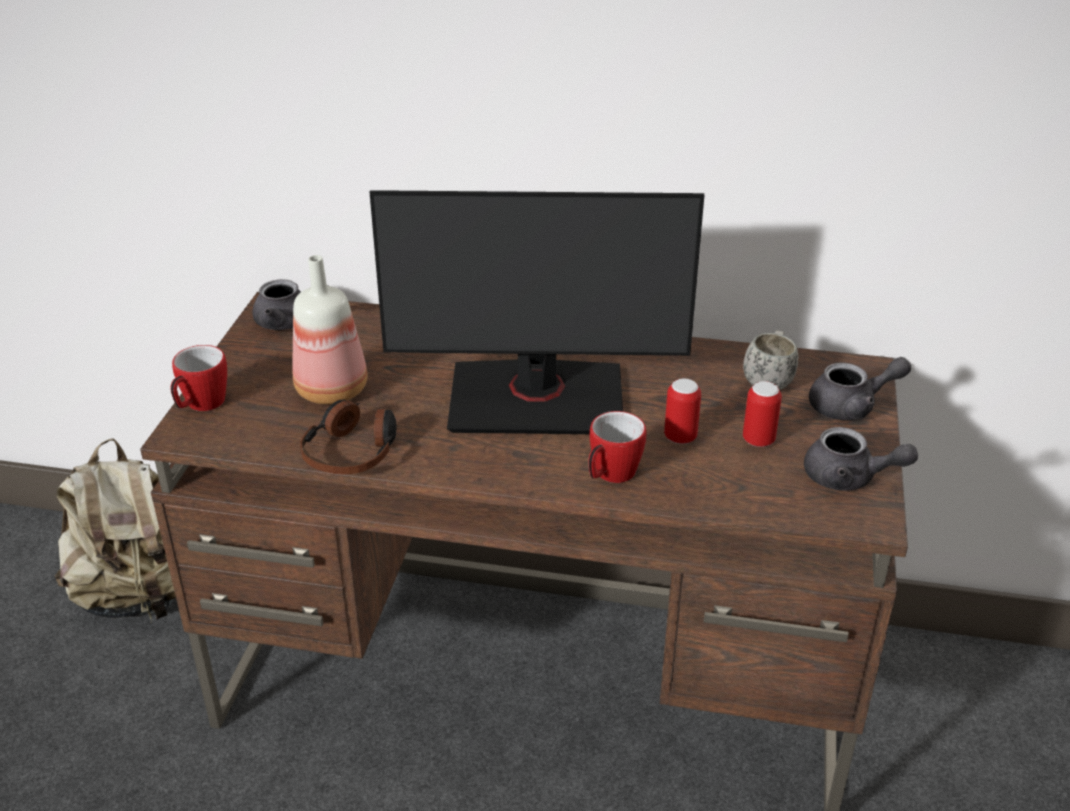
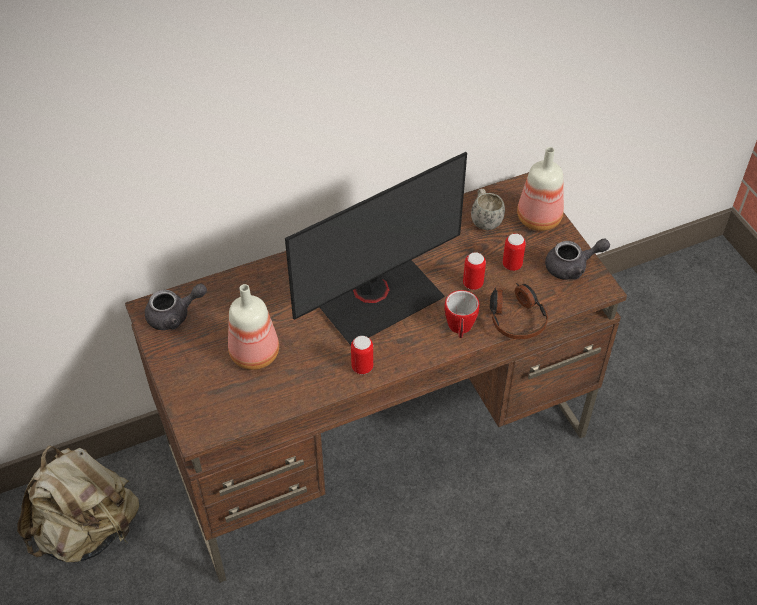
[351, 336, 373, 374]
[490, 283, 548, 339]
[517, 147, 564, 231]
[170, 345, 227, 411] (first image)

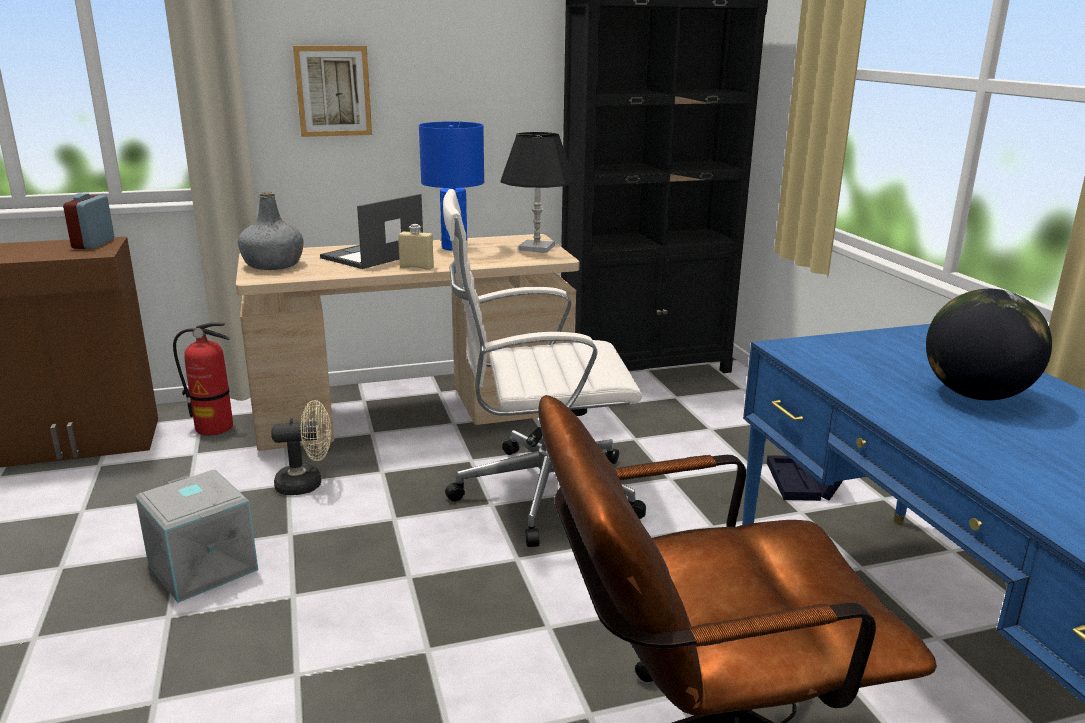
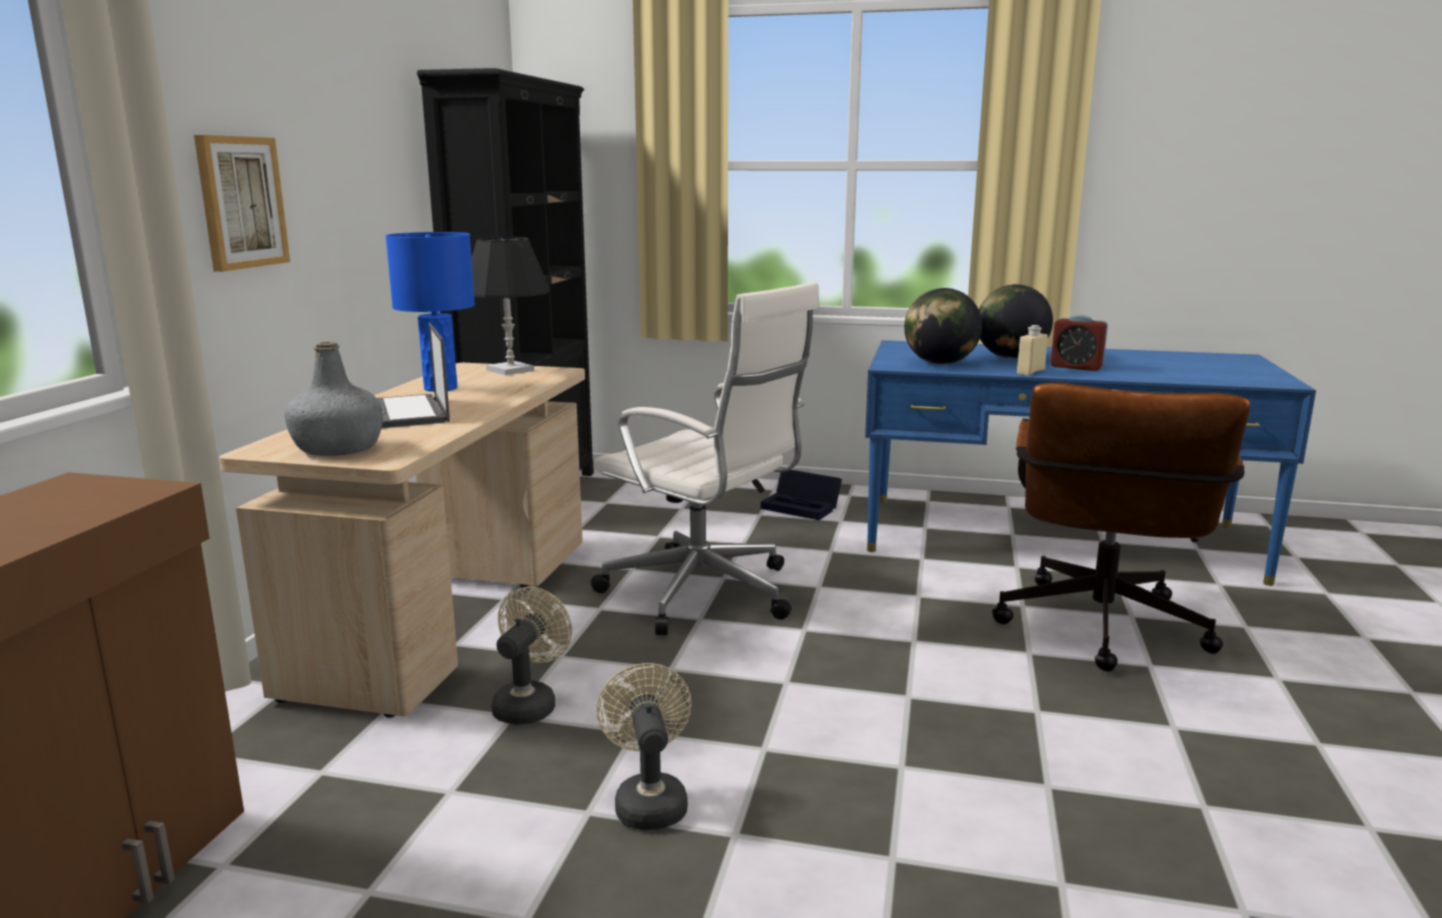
[591, 282, 820, 635]
[597, 663, 692, 830]
[904, 288, 982, 364]
[1017, 325, 1048, 375]
[1051, 315, 1108, 371]
[173, 323, 233, 435] (first image)

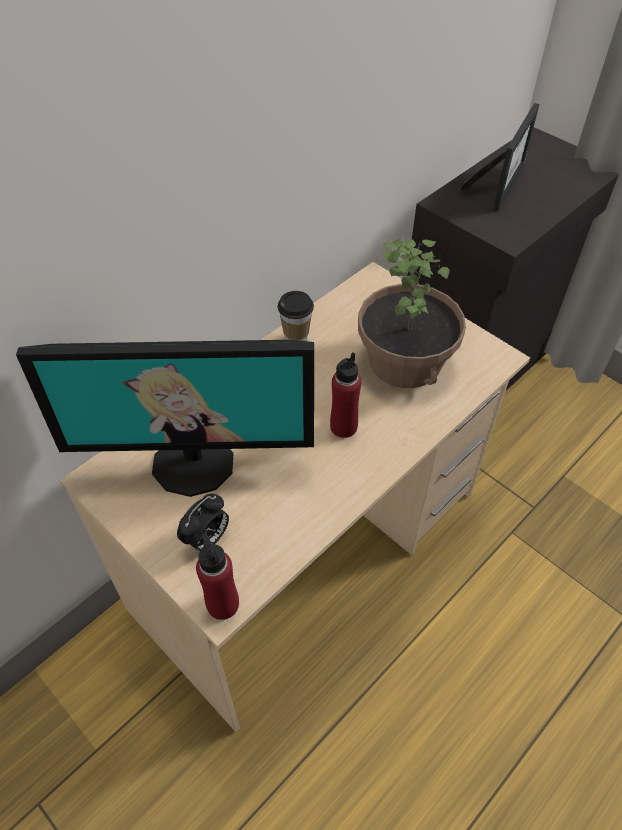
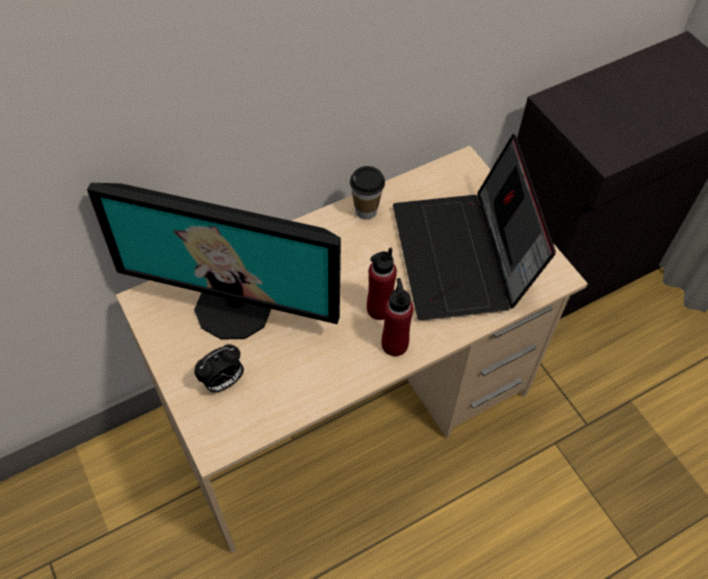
[382, 278, 414, 356]
[393, 134, 556, 320]
[459, 103, 540, 211] (first image)

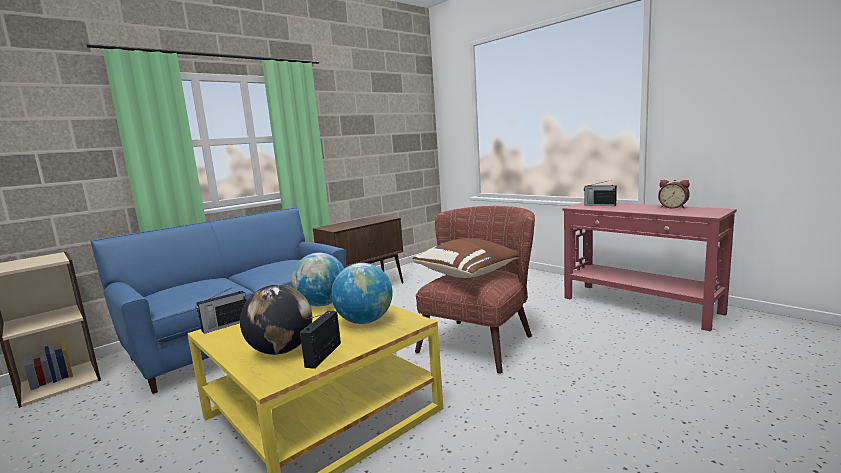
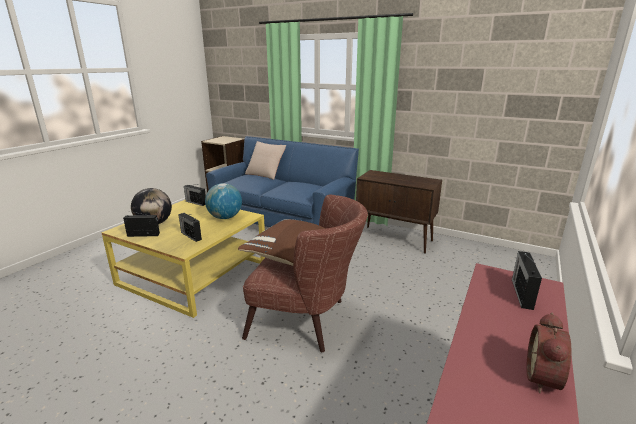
[178, 213, 202, 242]
[245, 141, 286, 180]

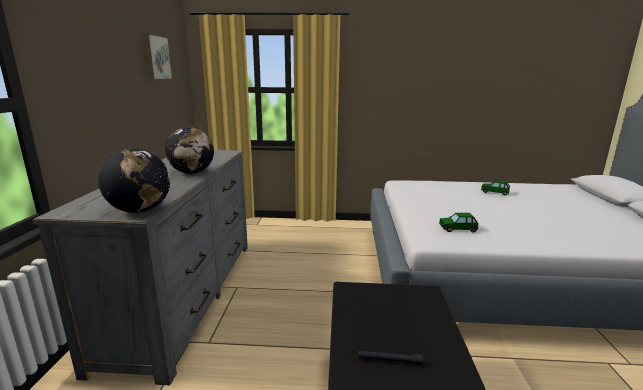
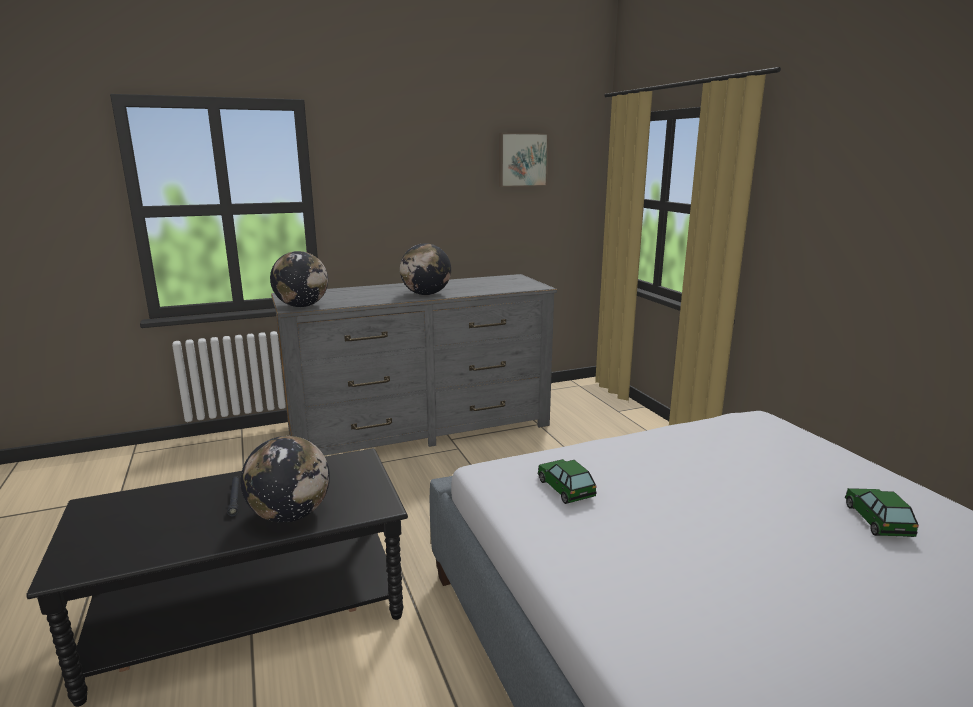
[240, 436, 330, 522]

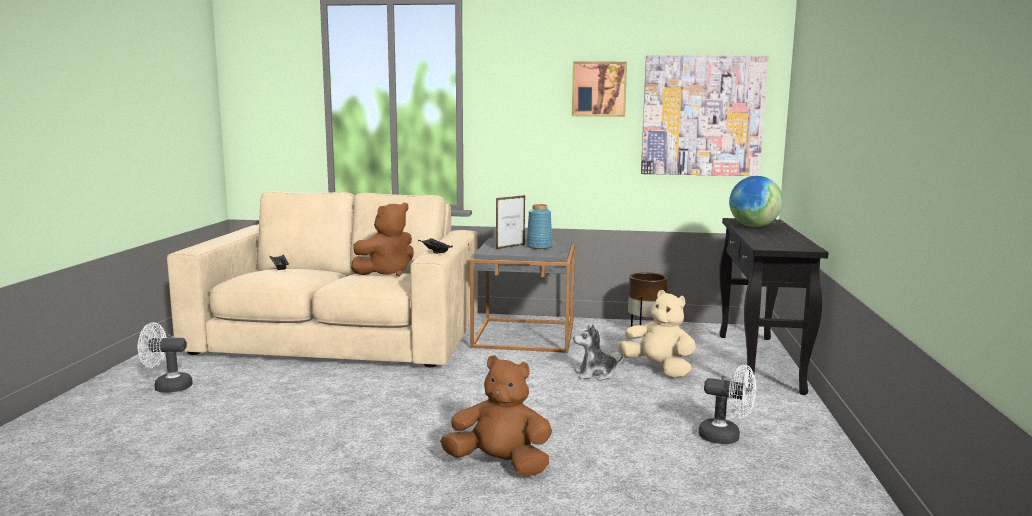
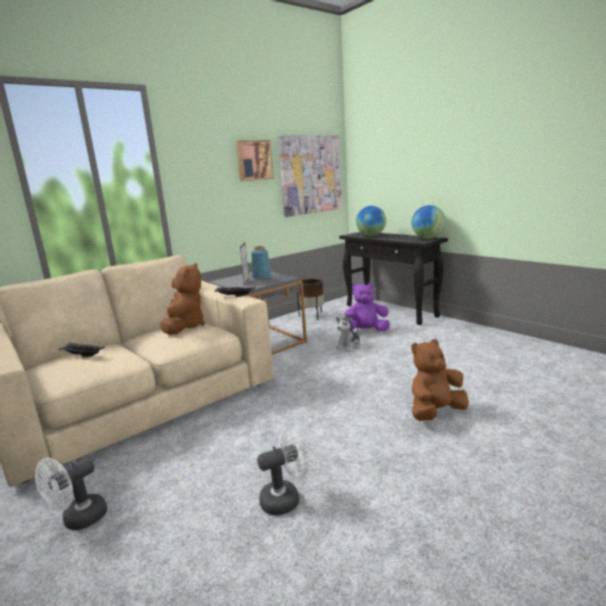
[257, 426, 309, 516]
[345, 283, 390, 331]
[412, 205, 446, 239]

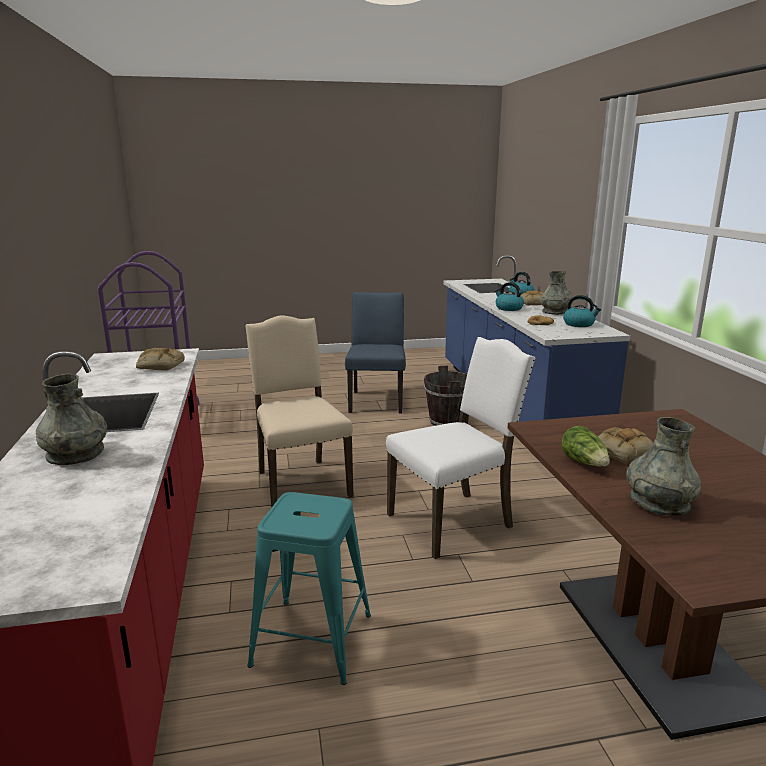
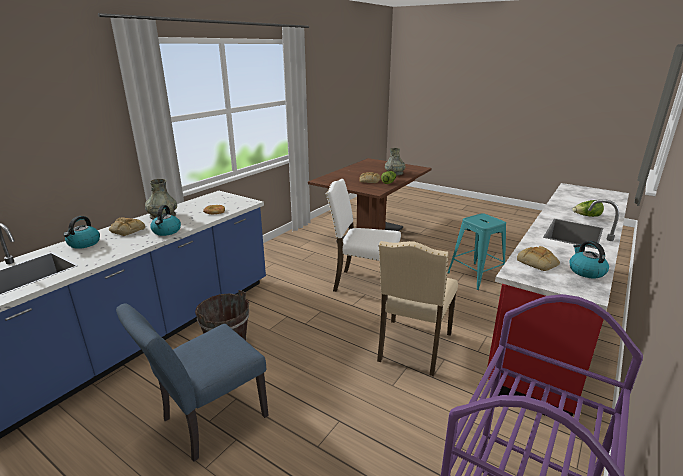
[569, 241, 609, 279]
[572, 200, 604, 217]

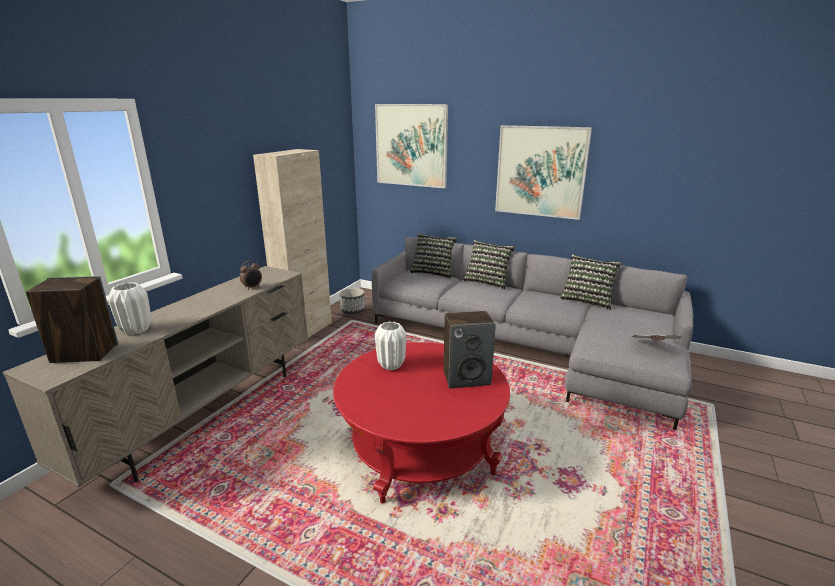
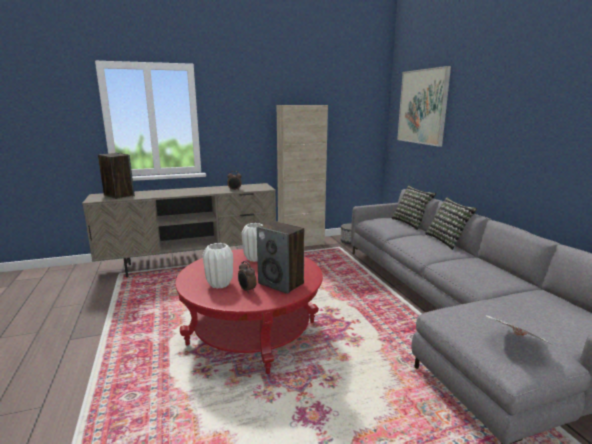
[203, 243, 233, 289]
[238, 261, 257, 294]
[495, 125, 592, 220] (first image)
[560, 254, 622, 310] (first image)

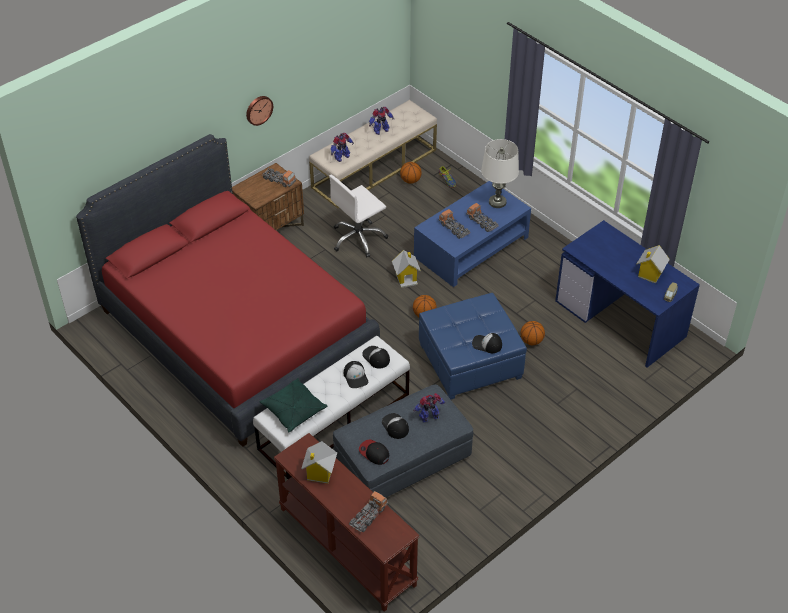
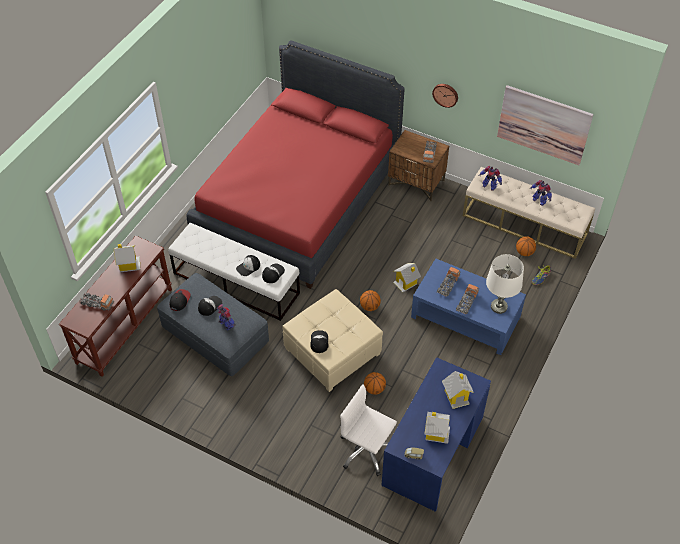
[282, 289, 383, 392]
[340, 384, 397, 476]
[442, 371, 474, 409]
[497, 85, 594, 165]
[259, 378, 327, 432] (first image)

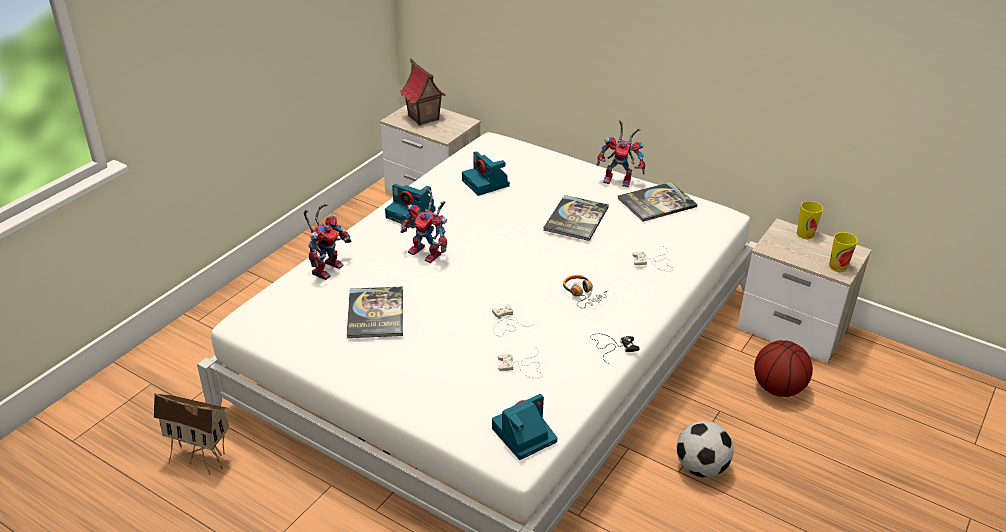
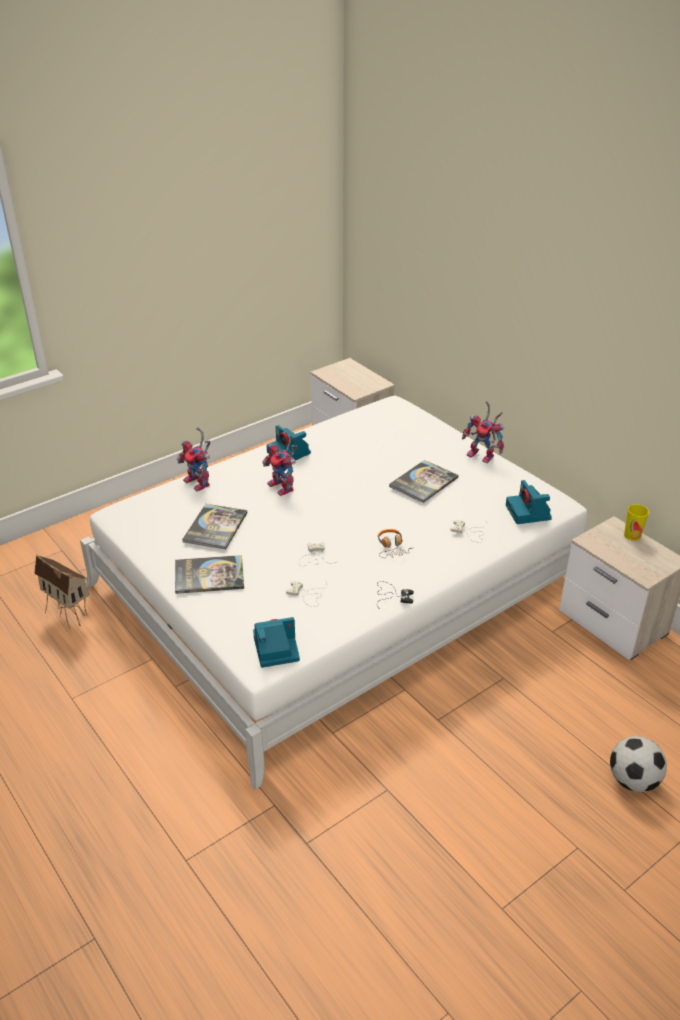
[175, 555, 244, 594]
[177, 427, 211, 492]
[506, 480, 552, 524]
[610, 736, 667, 792]
[400, 59, 445, 126] (first image)
[754, 340, 813, 397] (first image)
[829, 232, 858, 272] (first image)

